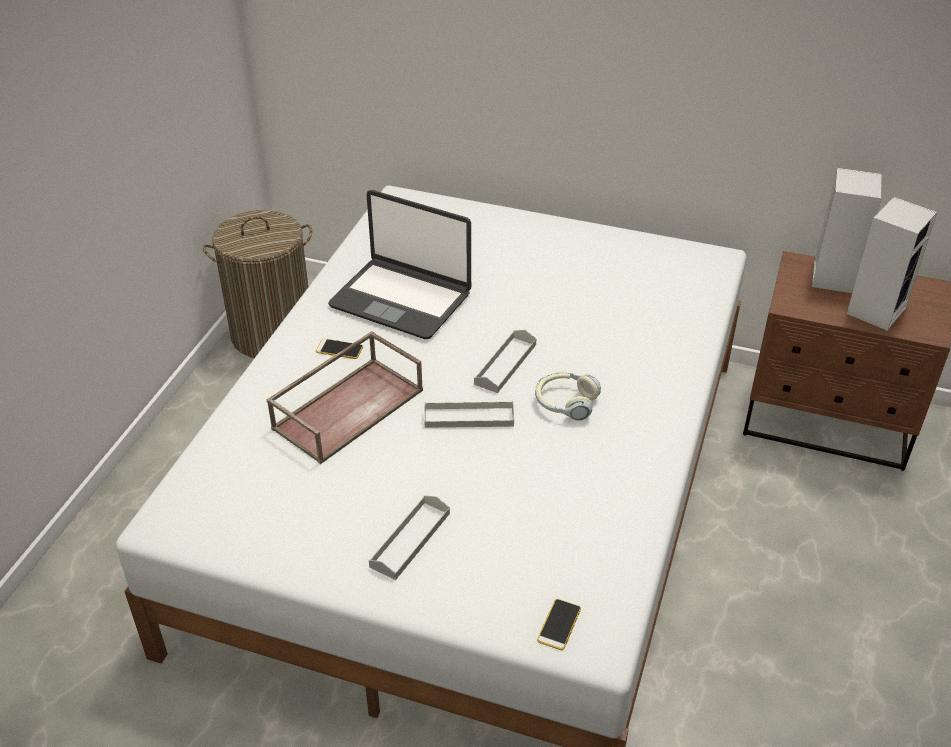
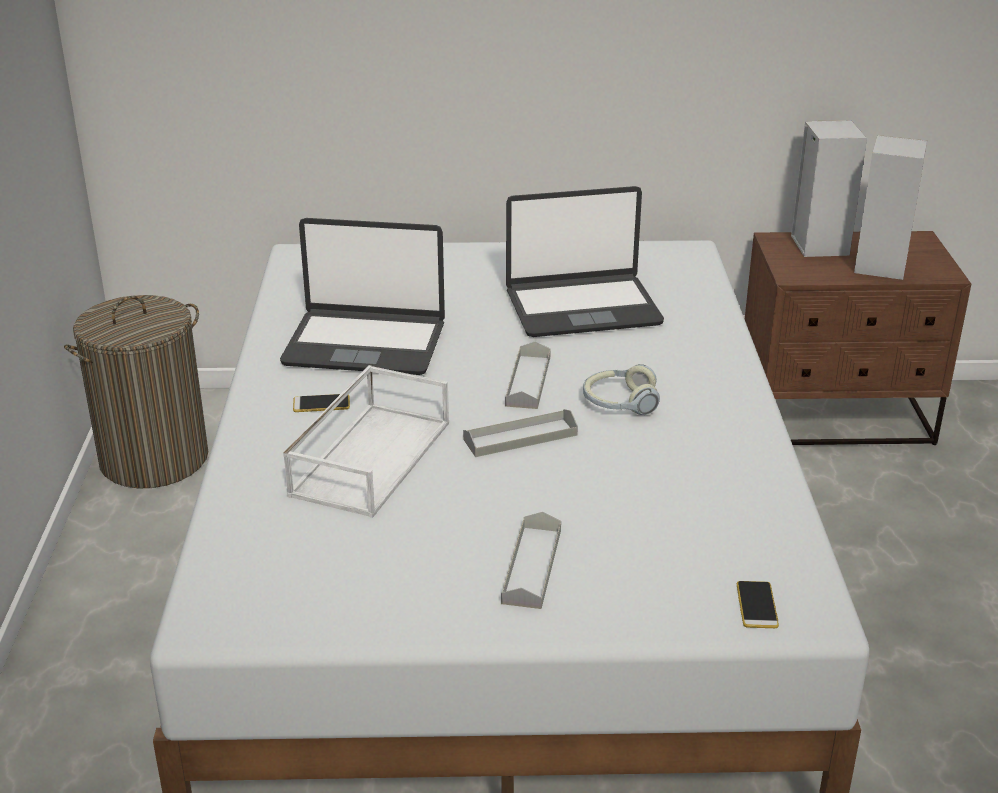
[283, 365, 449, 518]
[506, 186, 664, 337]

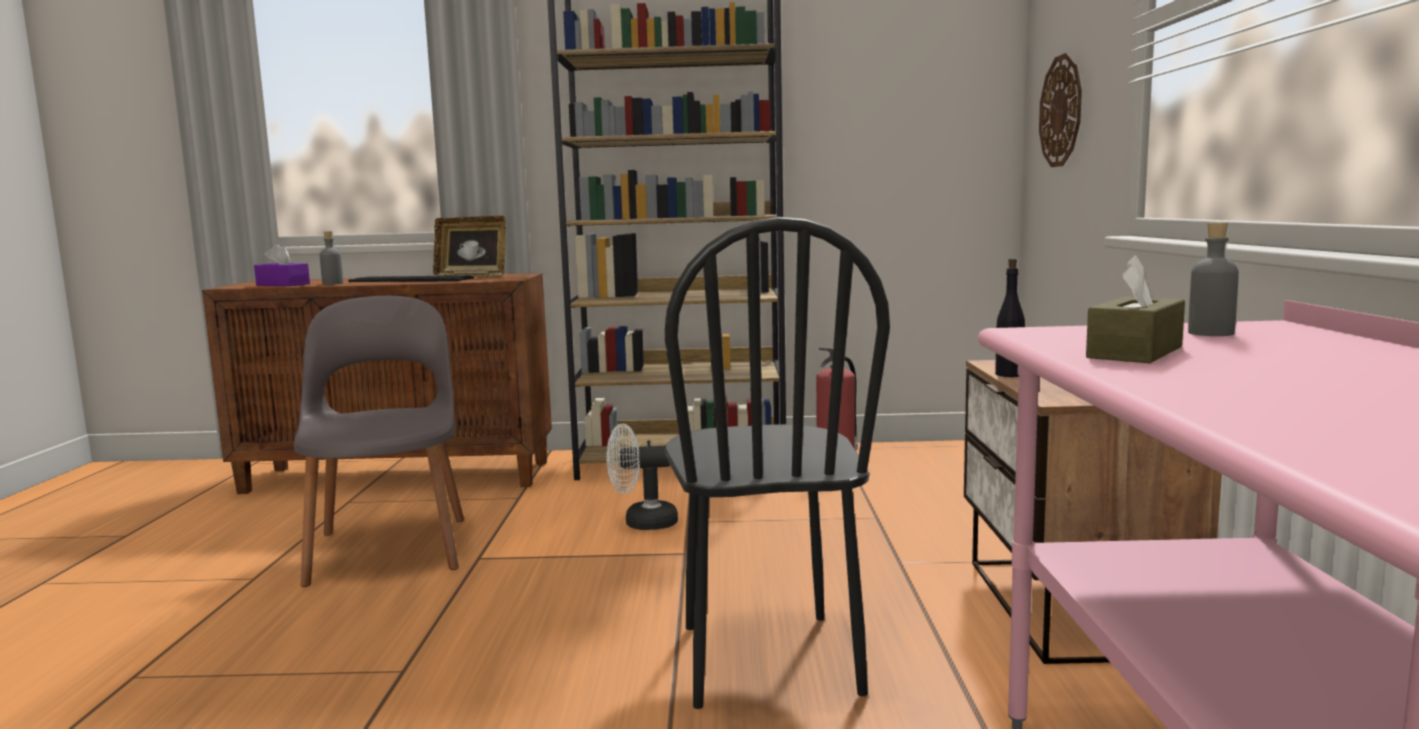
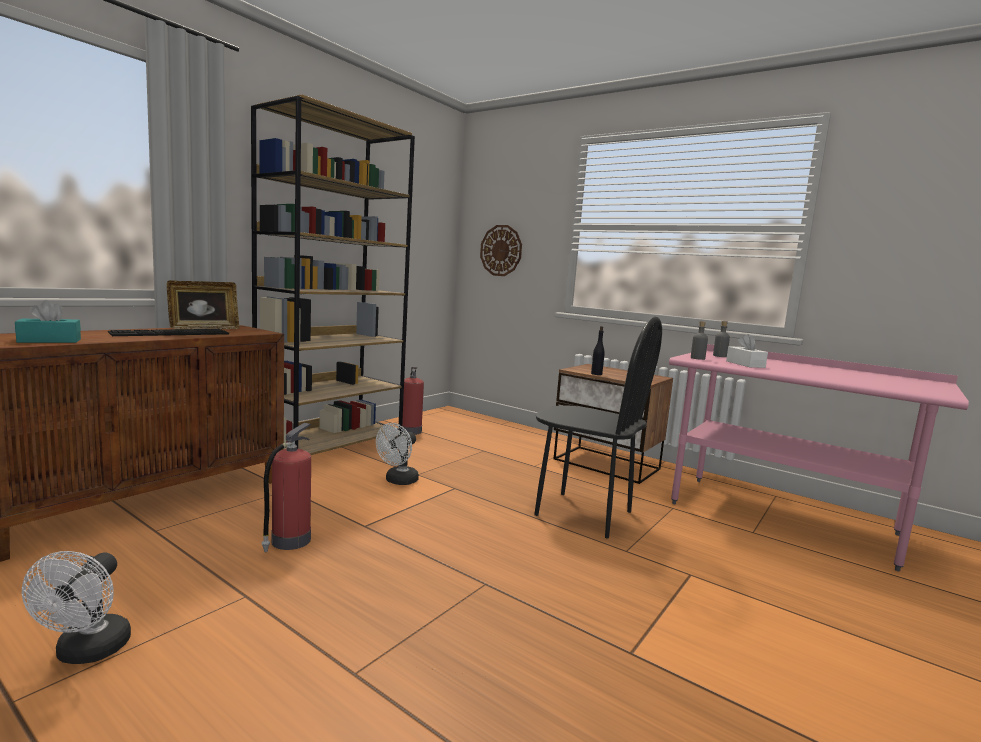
[15, 300, 81, 343]
[22, 551, 131, 664]
[261, 423, 311, 552]
[691, 321, 708, 360]
[726, 334, 768, 368]

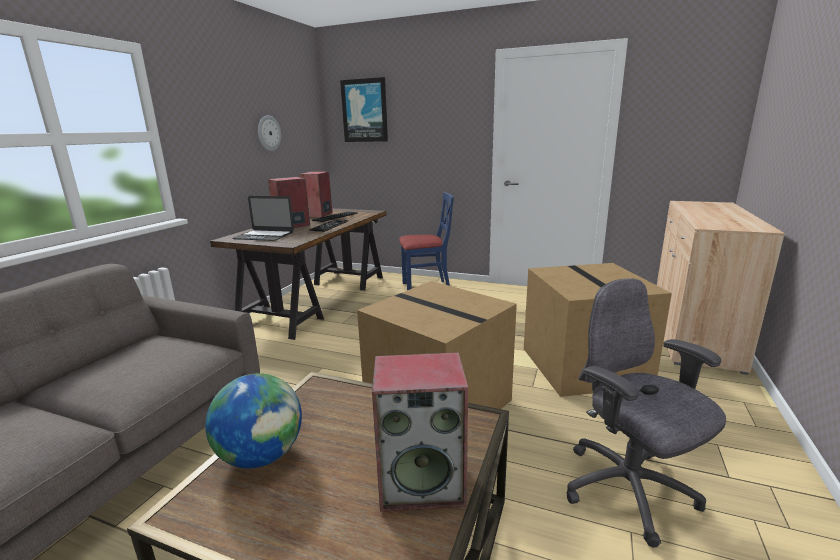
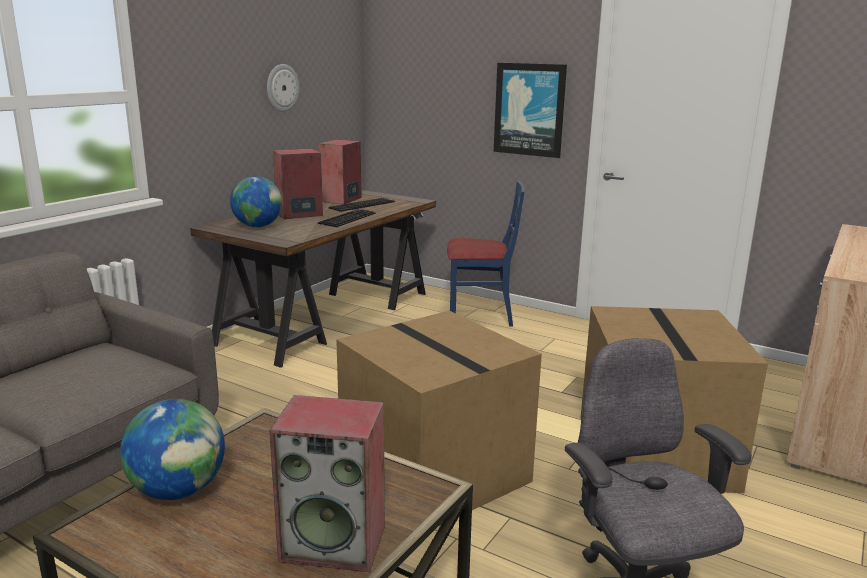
[230, 176, 282, 227]
[494, 63, 567, 158]

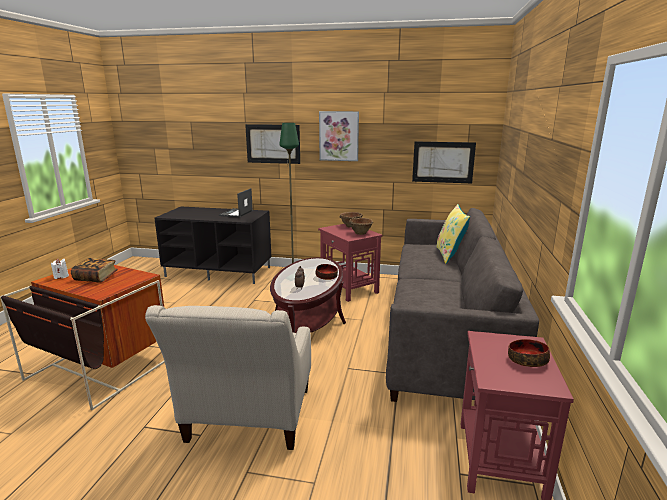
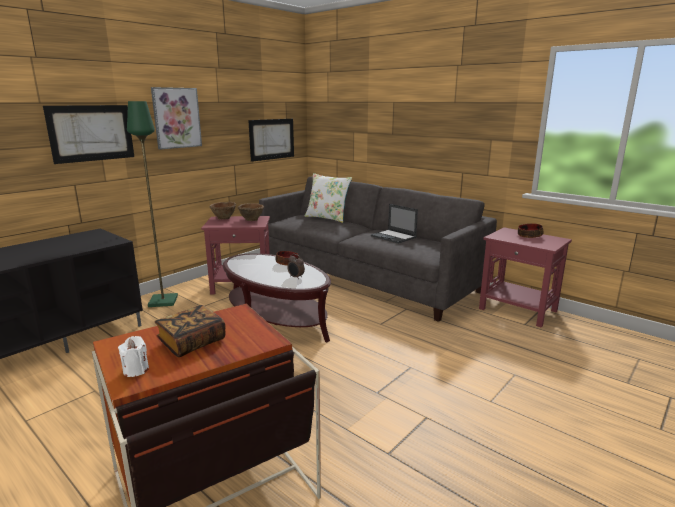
[305, 173, 352, 223]
[371, 204, 418, 244]
[145, 305, 311, 450] (first image)

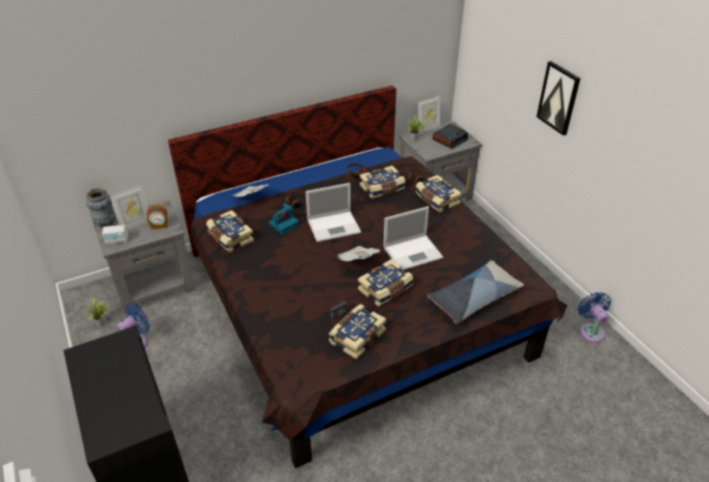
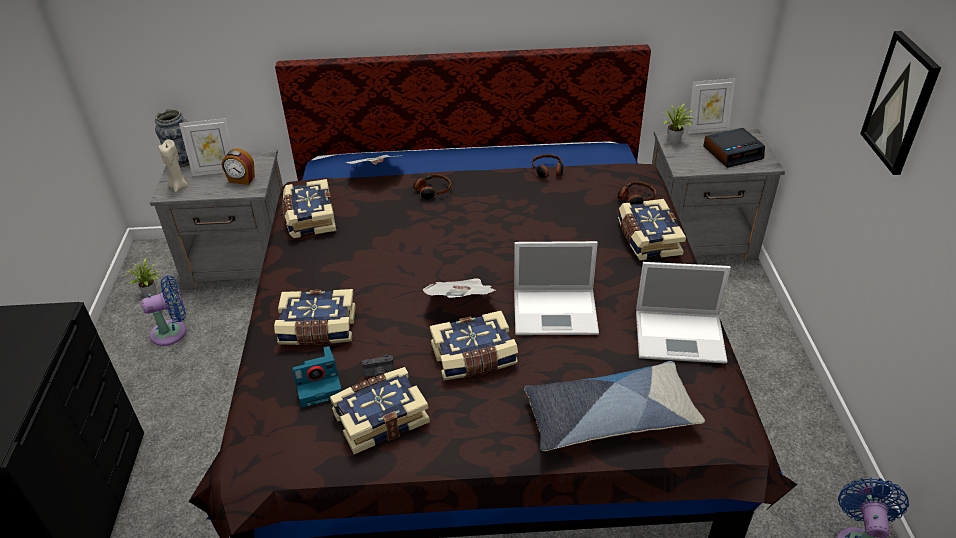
[159, 139, 188, 192]
[274, 289, 356, 345]
[292, 346, 342, 407]
[636, 262, 731, 364]

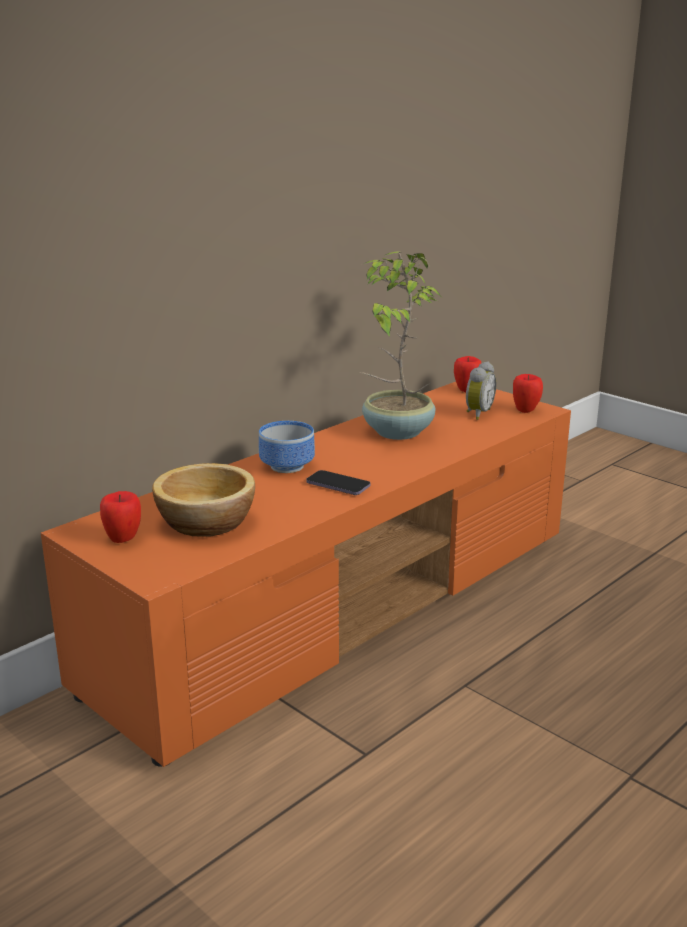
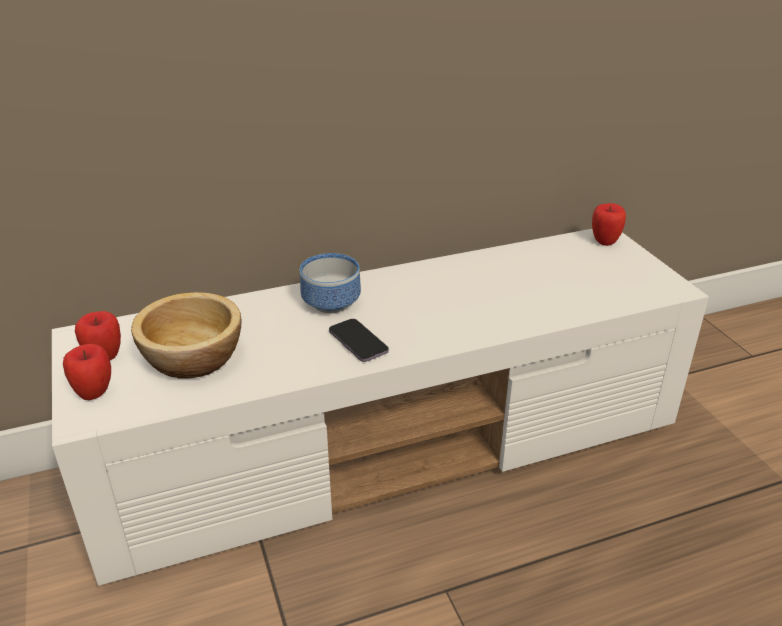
[52, 229, 709, 586]
[63, 344, 111, 400]
[359, 251, 441, 440] (first image)
[466, 361, 496, 420] (first image)

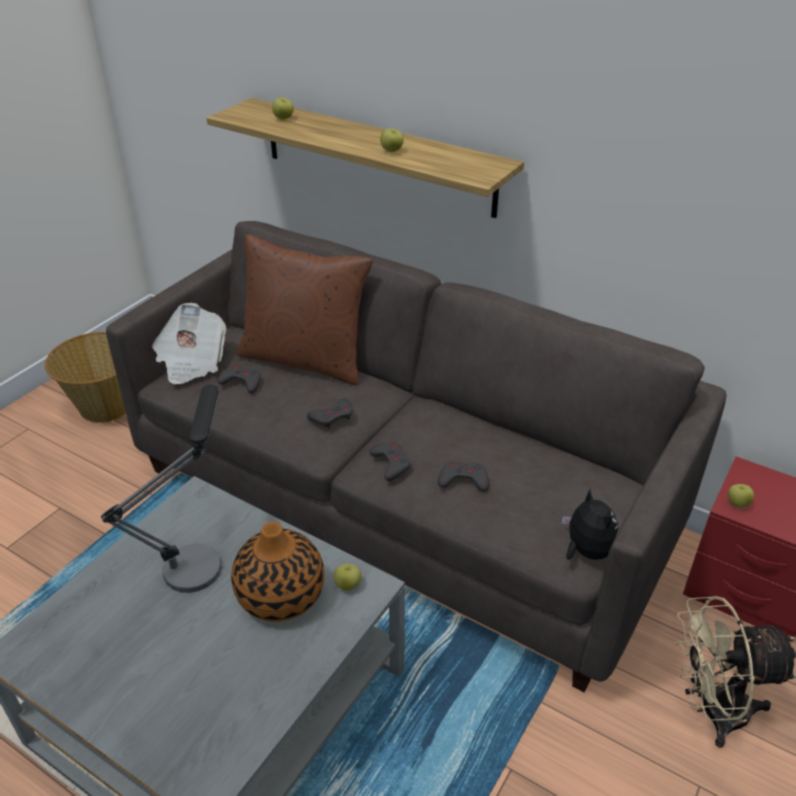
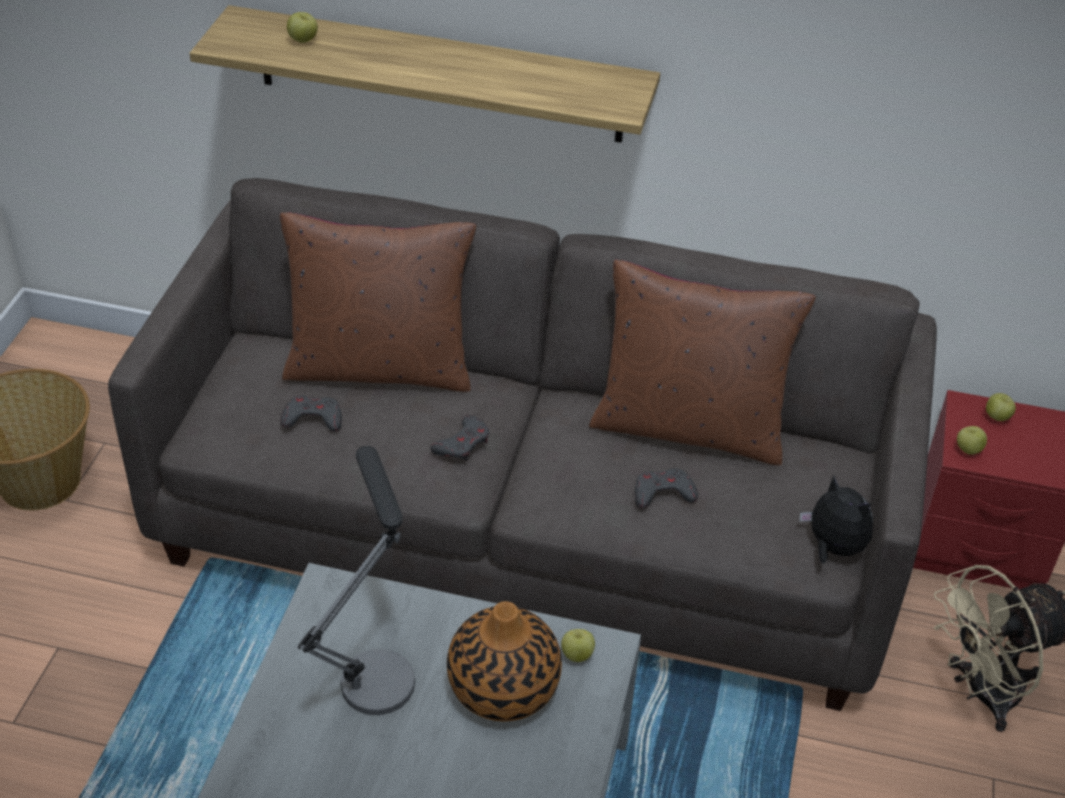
[589, 260, 816, 466]
[986, 393, 1016, 421]
[151, 303, 227, 385] (first image)
[369, 442, 410, 481] (first image)

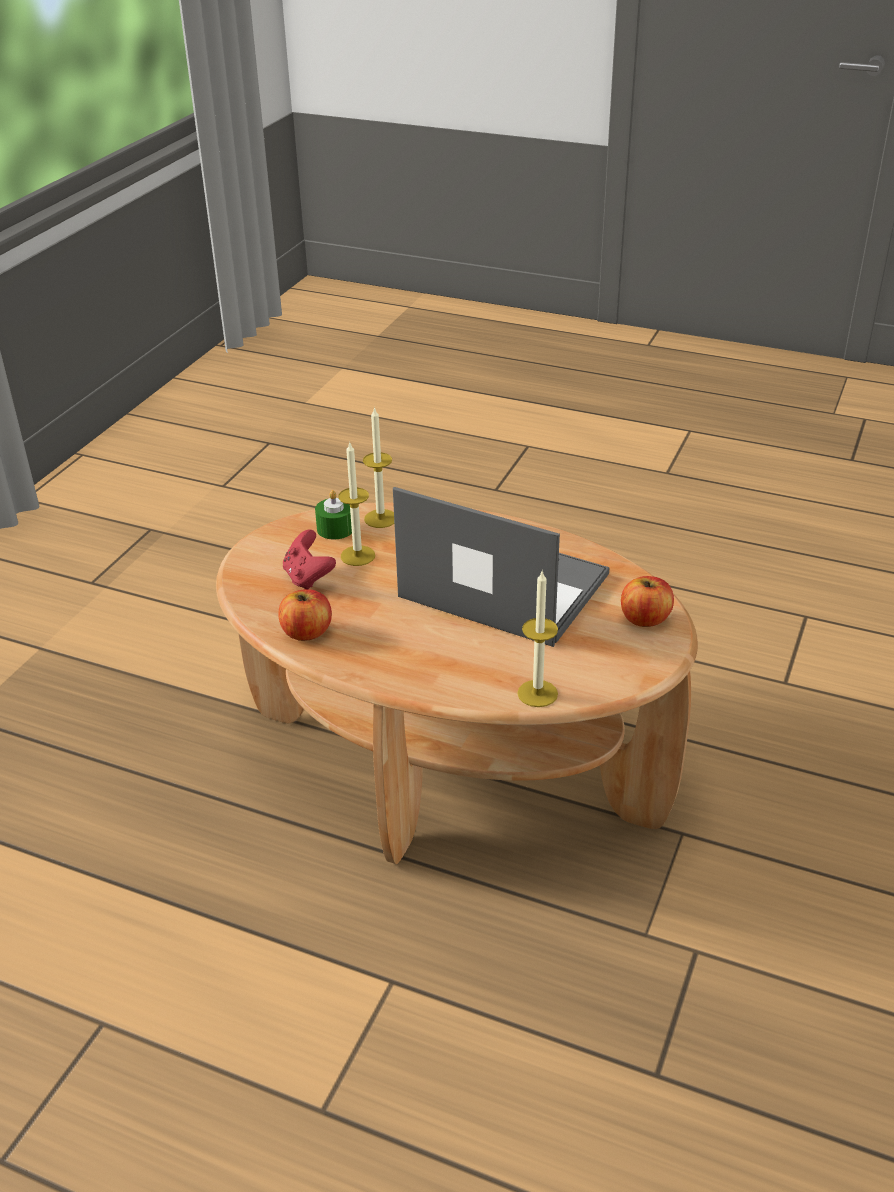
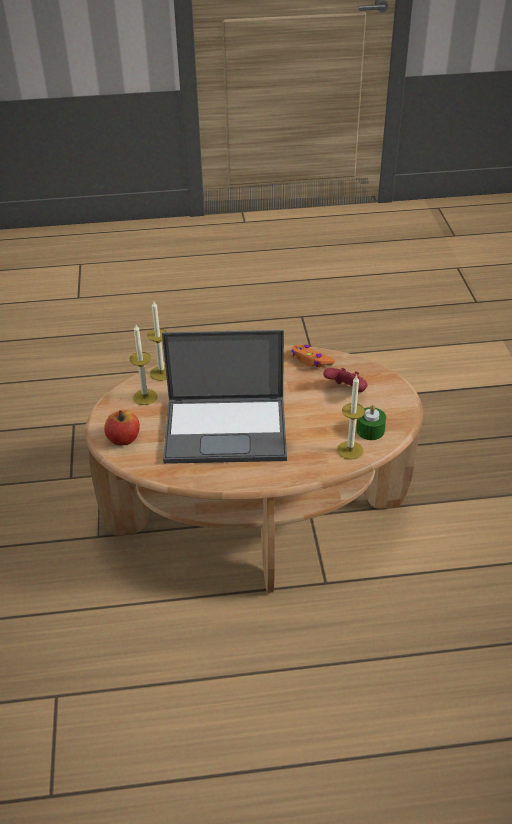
[130, 324, 157, 405]
[291, 344, 335, 368]

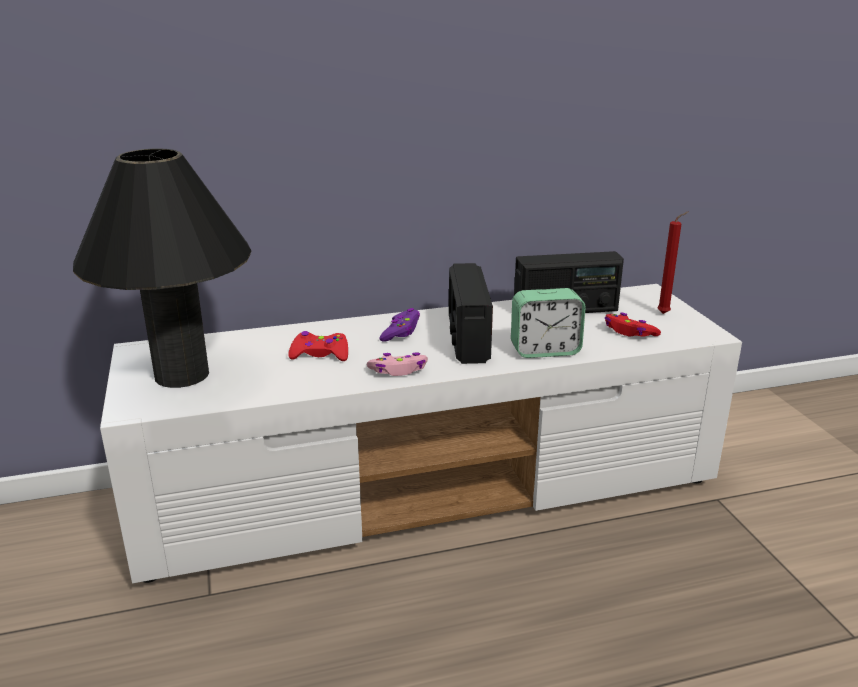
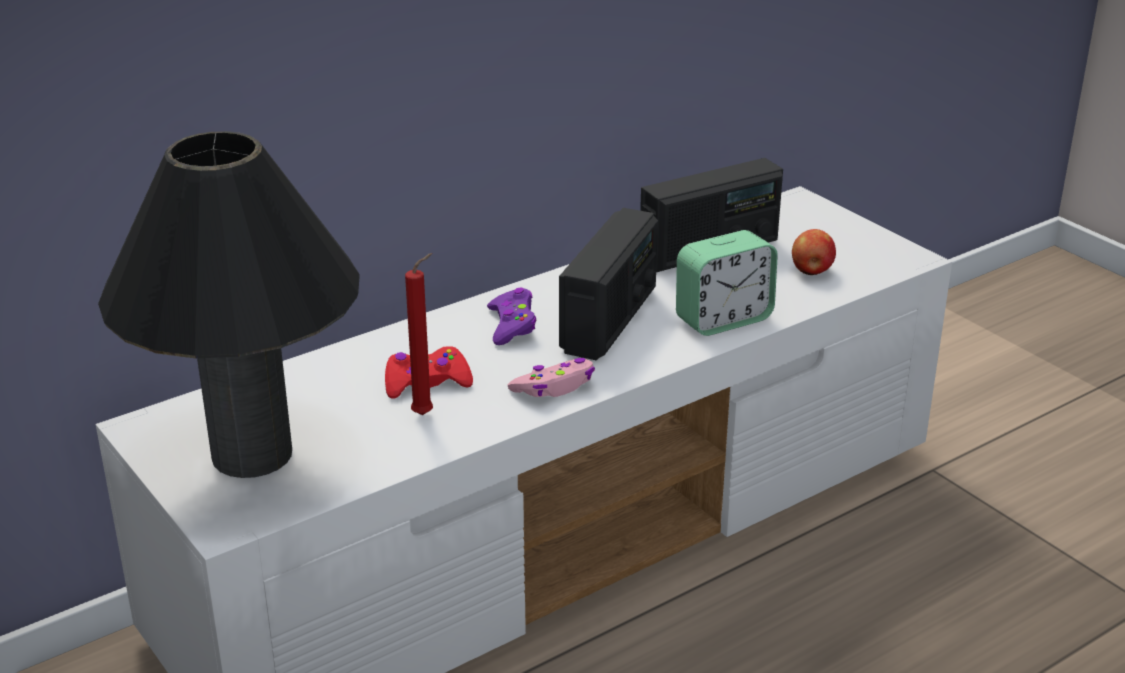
[405, 253, 433, 415]
[559, 208, 658, 360]
[792, 229, 836, 275]

